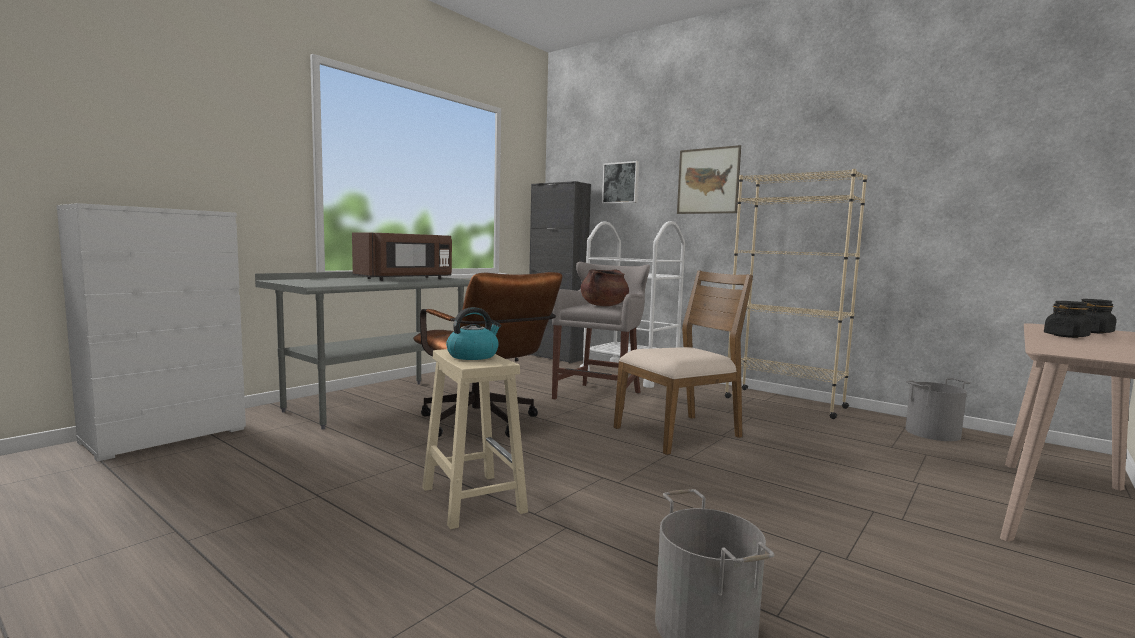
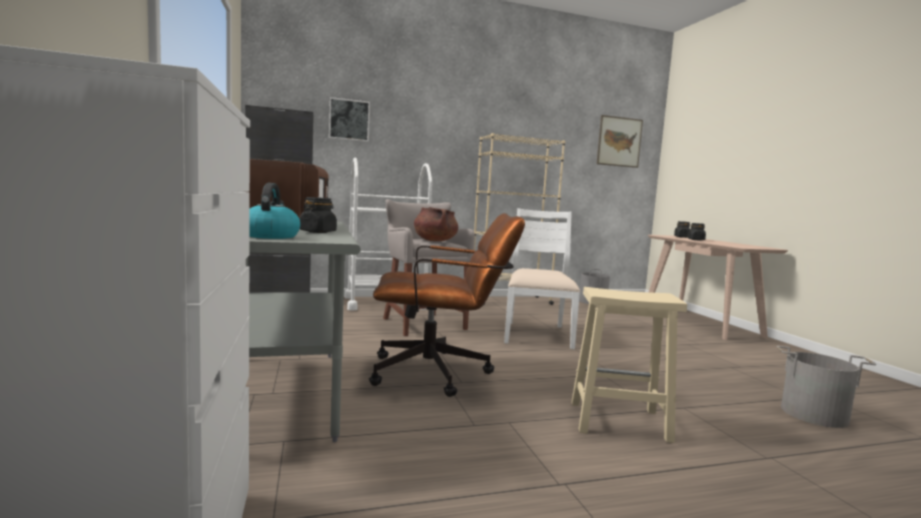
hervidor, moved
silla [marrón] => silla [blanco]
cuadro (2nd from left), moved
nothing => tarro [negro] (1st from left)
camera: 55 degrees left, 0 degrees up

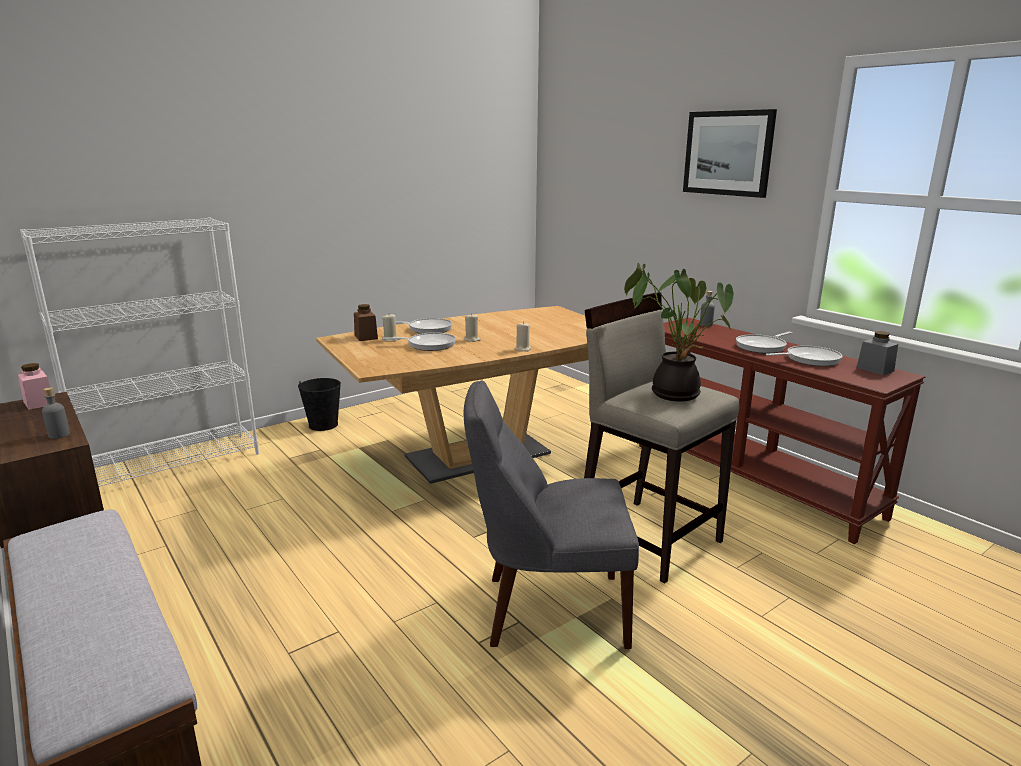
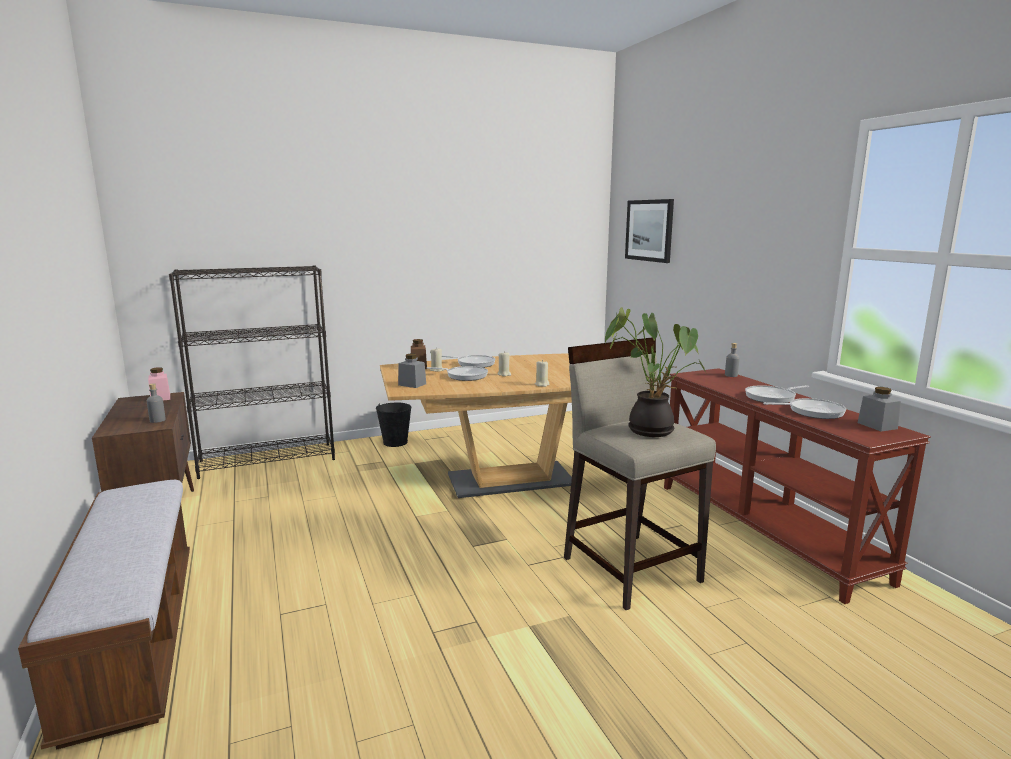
estantería [blanco] => estantería [negro]
silla [gris] => nothing
cuadro, moved
nothing => tarro [gris] (1st from left)
camera: 15 degrees right, 5 degrees down

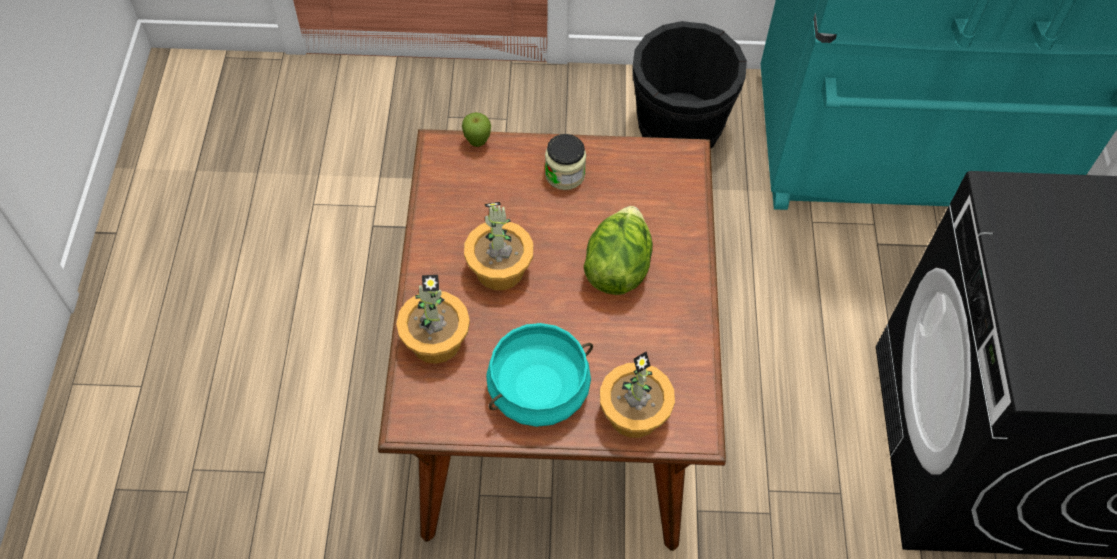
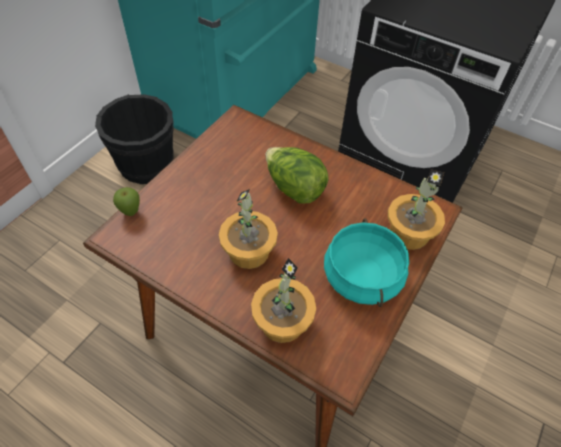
tarro => nothing
camera: 60 degrees left, 5 degrees down

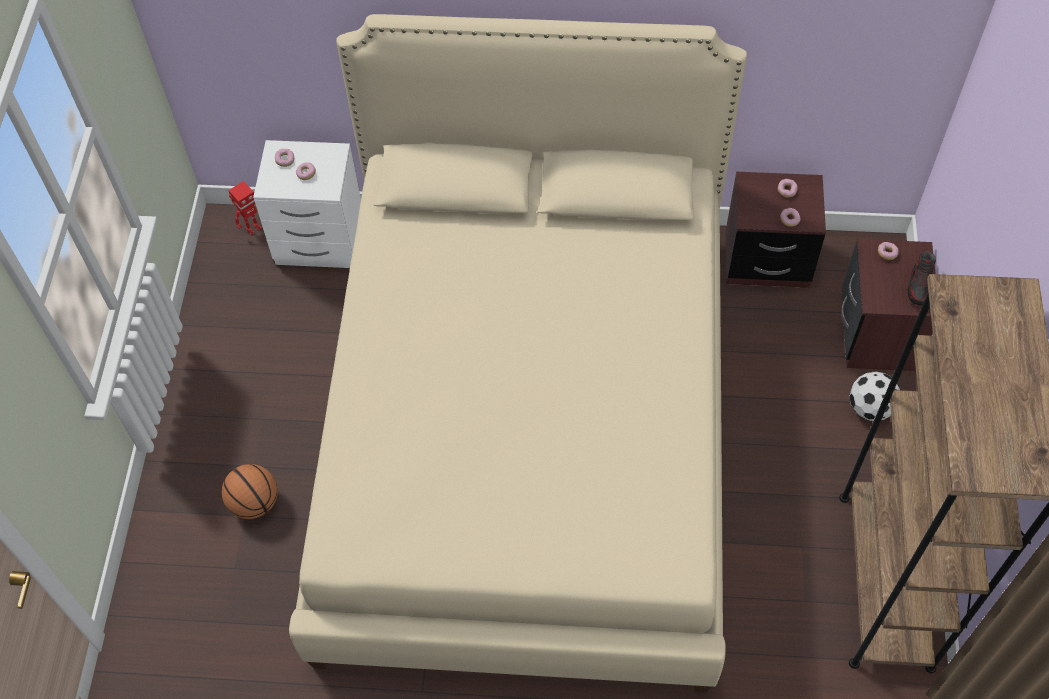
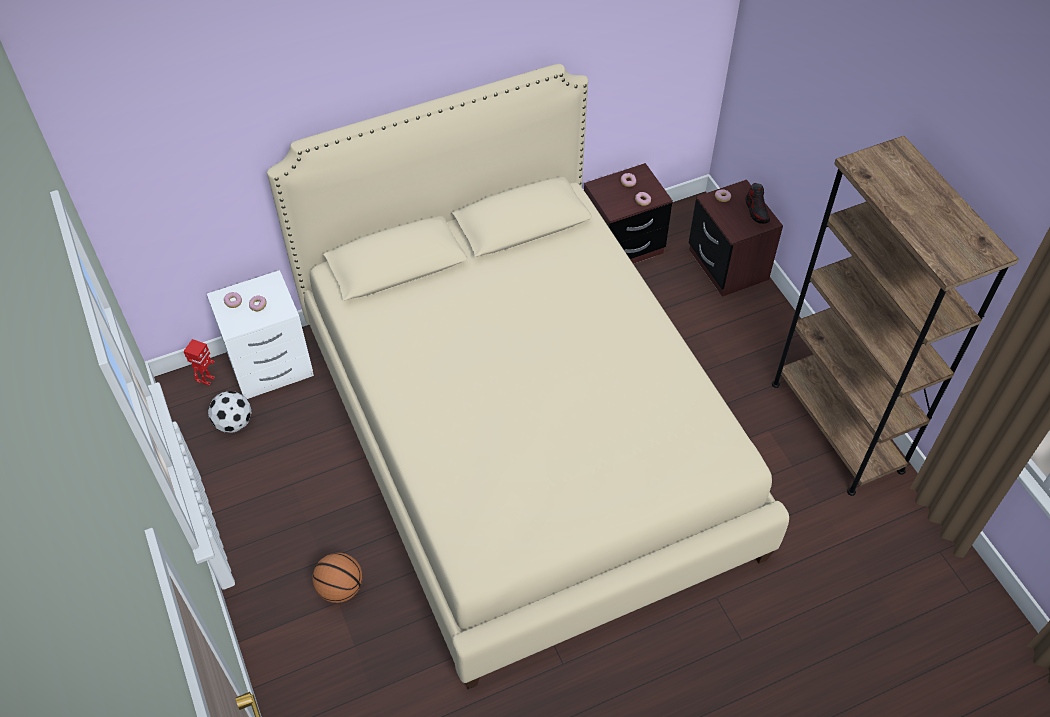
balón de fútbol, moved
camera: 30 degrees left, 5 degrees down

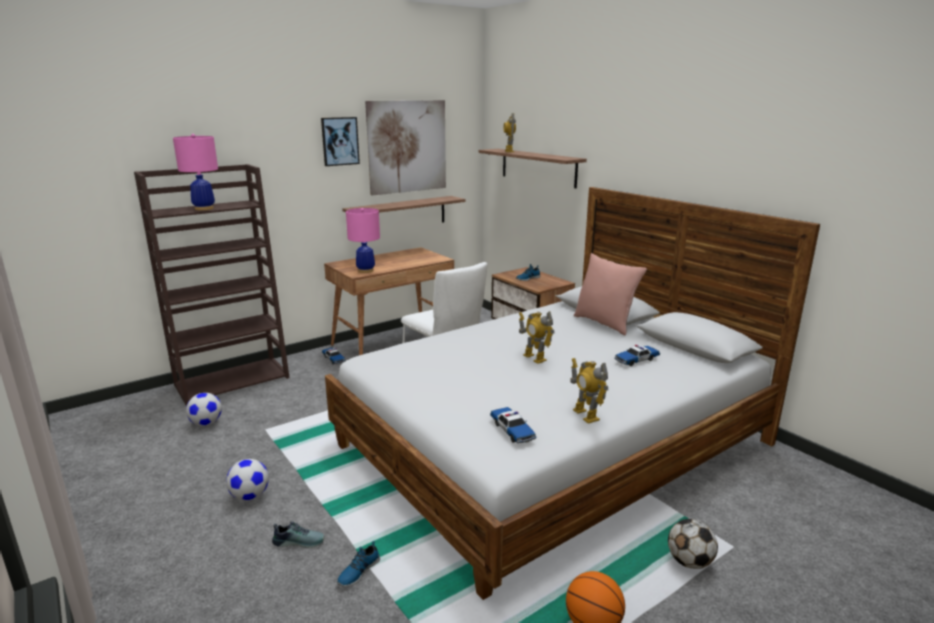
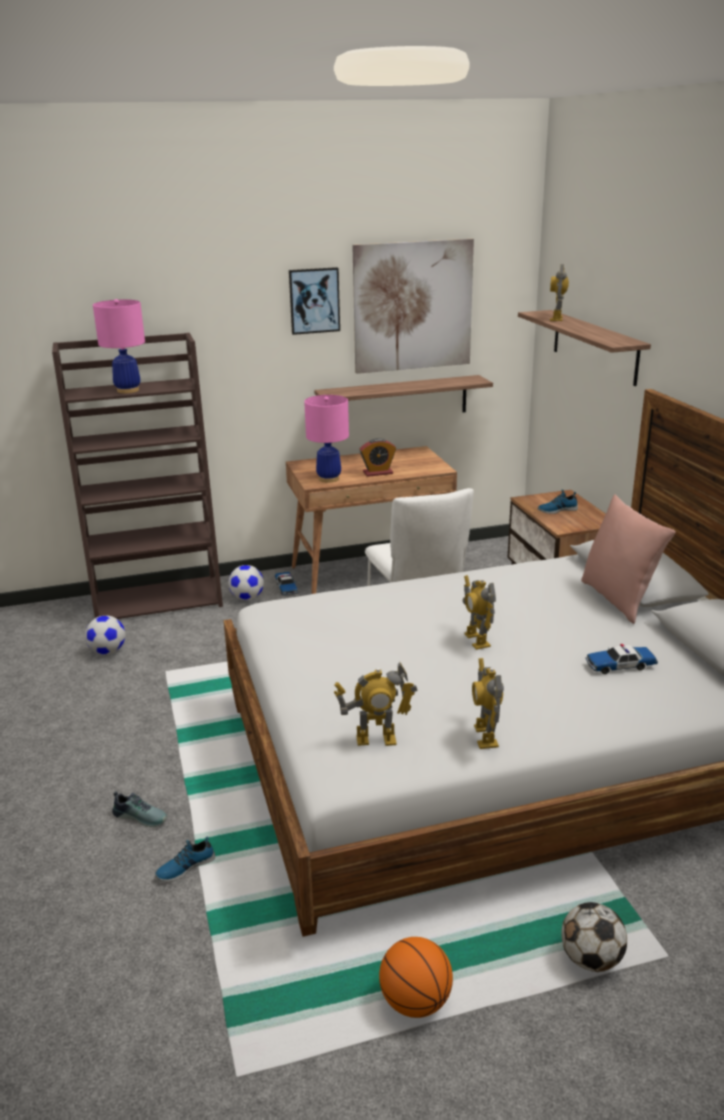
balón de fútbol (2nd from left), moved
coche de juguete (2nd from left) => robot de juguete (1st from left)
nothing => despertador
camera: 20 degrees right, 5 degrees up

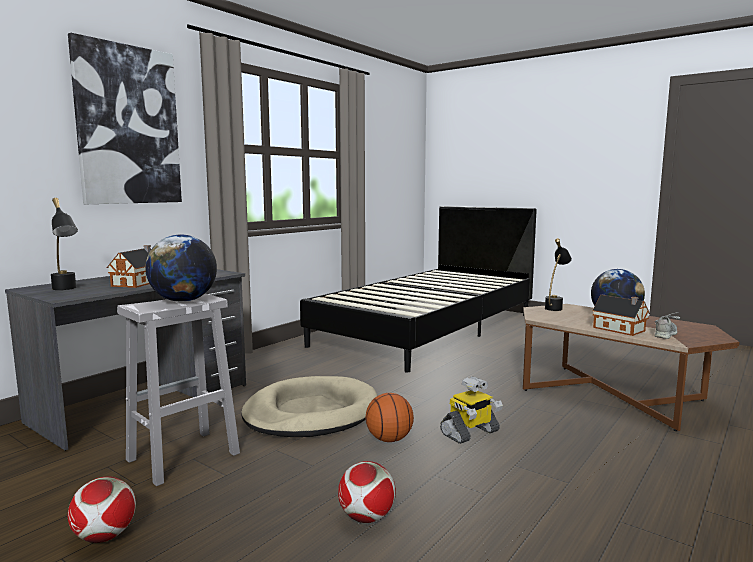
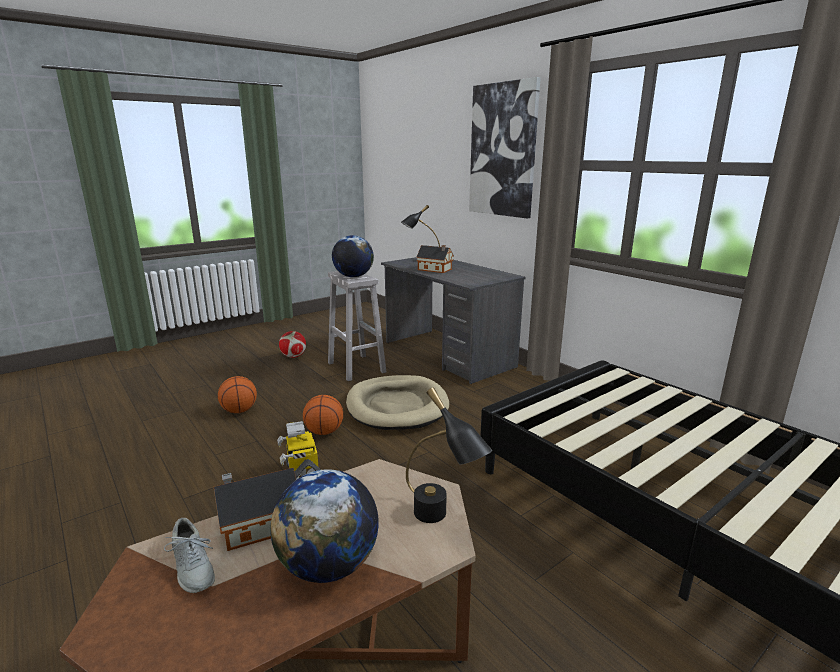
balón de fútbol (2nd from left) => balón de baloncesto (1st from left)
camera: 105 degrees right, 10 degrees up

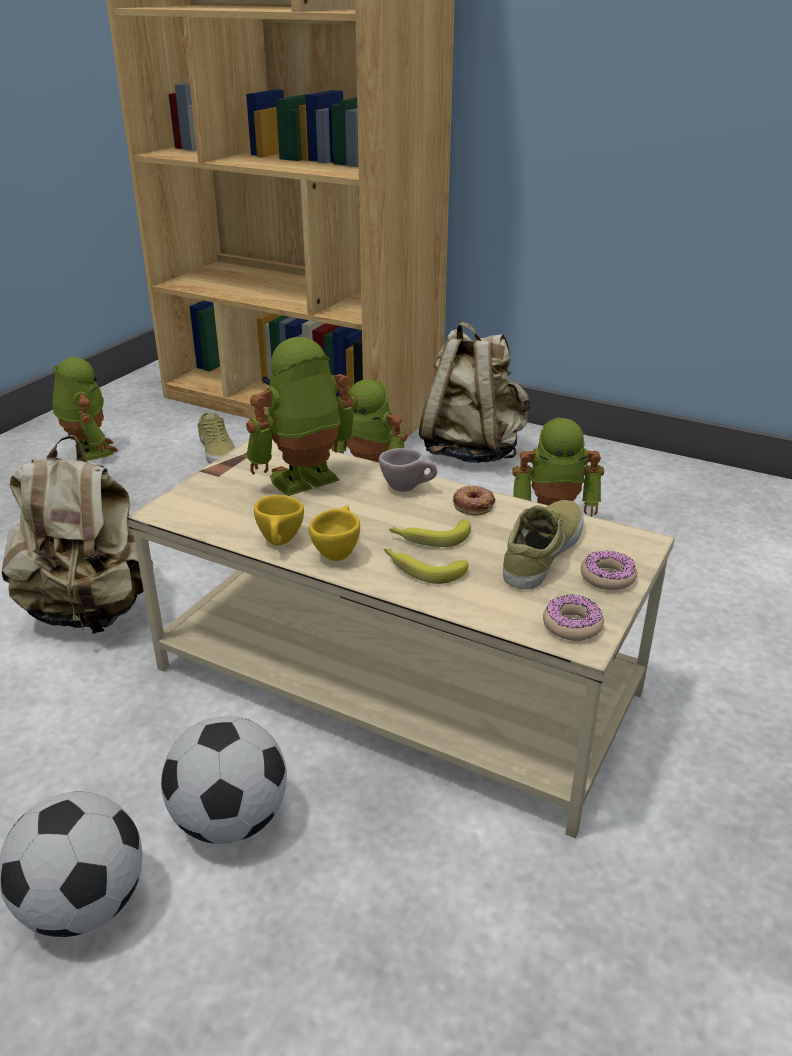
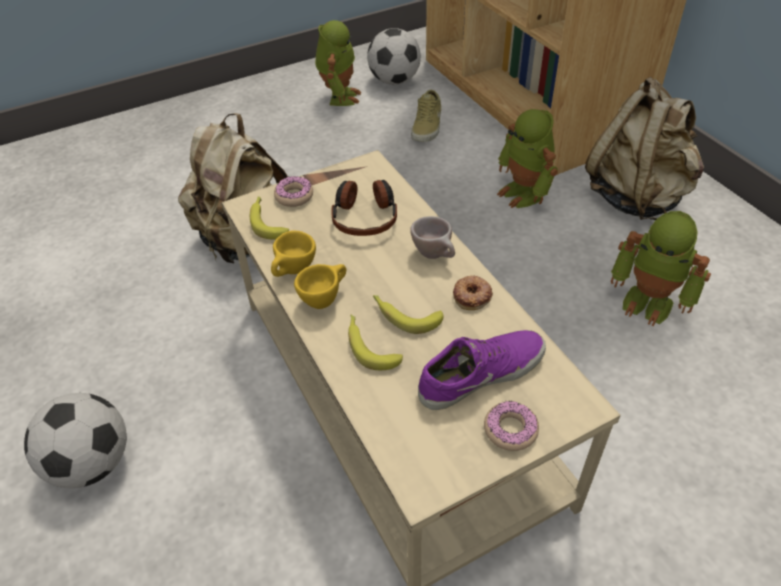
balón de fútbol (2nd from left), moved
robot de juguete (2nd from left) => auriculares
zapato [beis] (2nd from left) => zapato [morado]
rosquilla (2nd from left in the first image) => rosquilla (1st from left), moved
nothing => plátano (1st from left)
camera: 35 degrees right, 15 degrees up

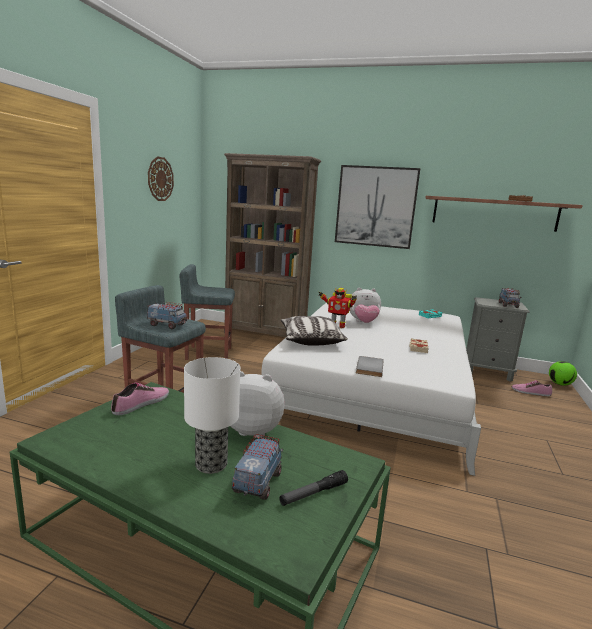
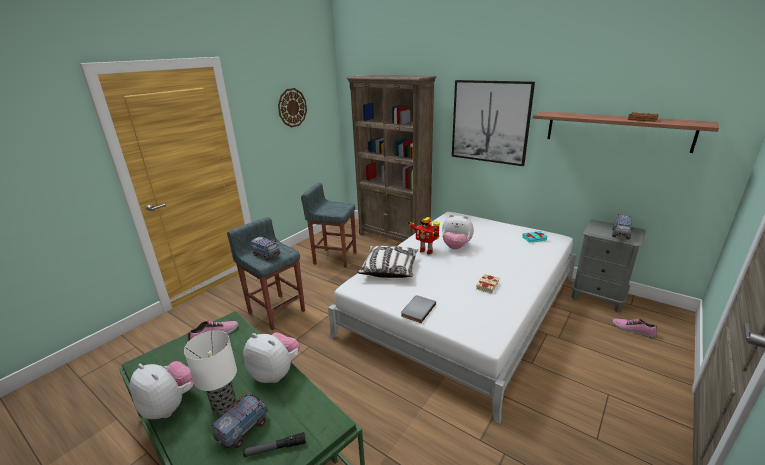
balón de fútbol => nothing
nothing => peluche (1st from left)
camera: 20 degrees right, 10 degrees up

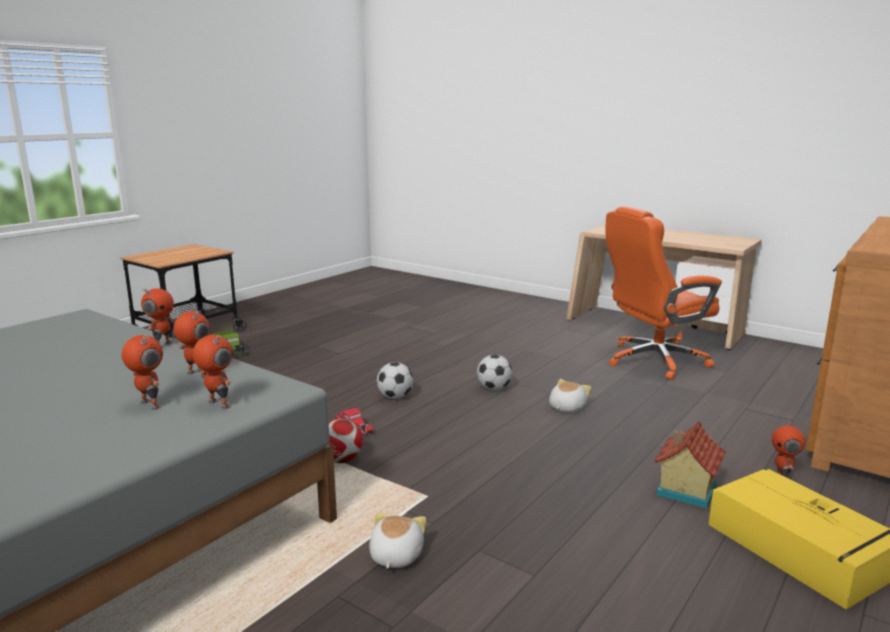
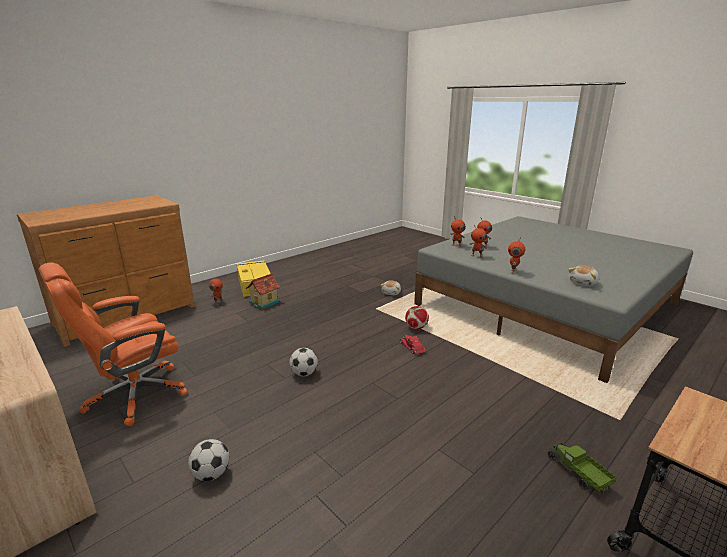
balón de fútbol (2nd from left in the first image) => balón de fútbol (1st from left), moved
peluche (2nd from left), moved
silla de oficina [naranja], 150 degrees clockwise
camera: 170 degrees left, 5 degrees up

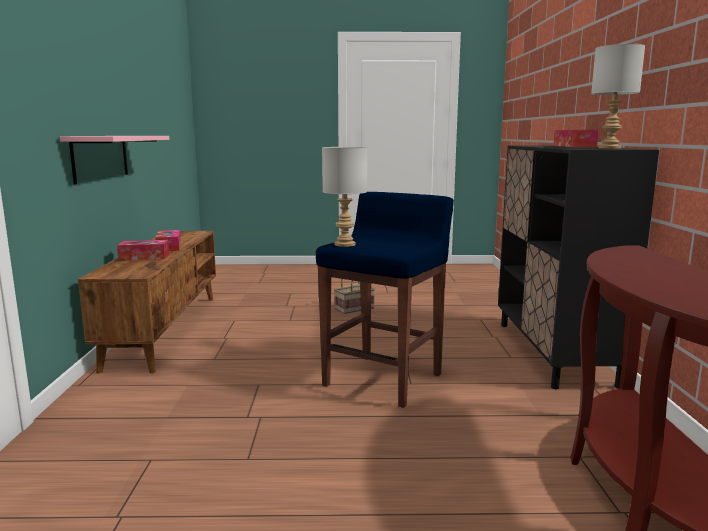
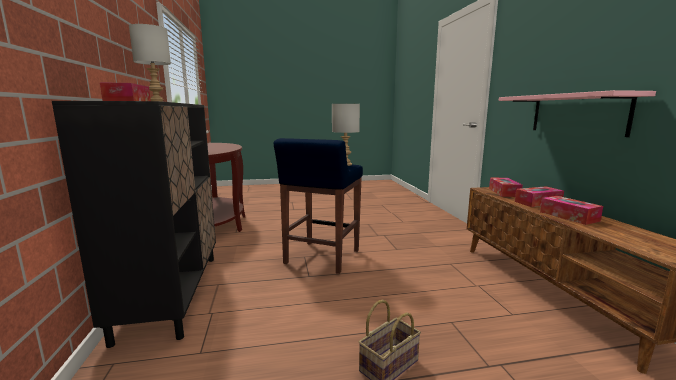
nothing => caja de pañuelos (2nd from left)
camera: 170 degrees right, 0 degrees up

